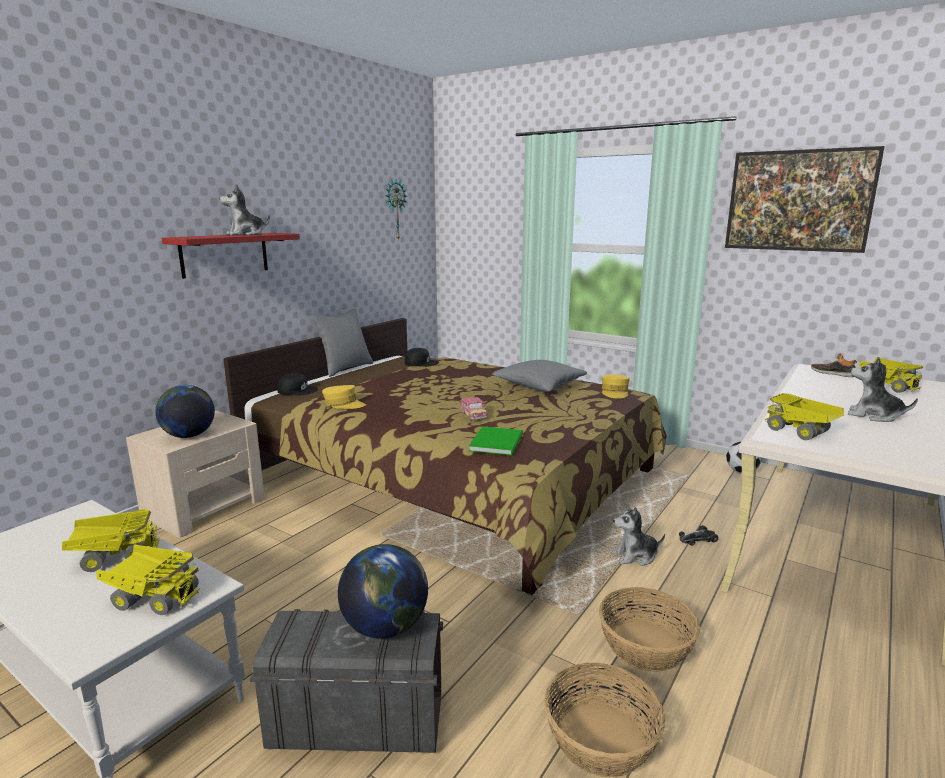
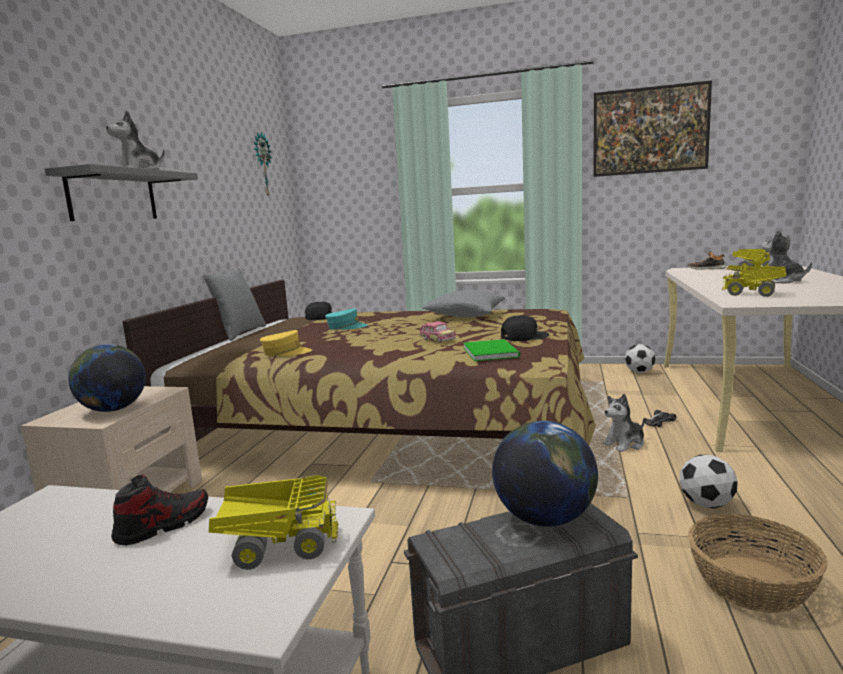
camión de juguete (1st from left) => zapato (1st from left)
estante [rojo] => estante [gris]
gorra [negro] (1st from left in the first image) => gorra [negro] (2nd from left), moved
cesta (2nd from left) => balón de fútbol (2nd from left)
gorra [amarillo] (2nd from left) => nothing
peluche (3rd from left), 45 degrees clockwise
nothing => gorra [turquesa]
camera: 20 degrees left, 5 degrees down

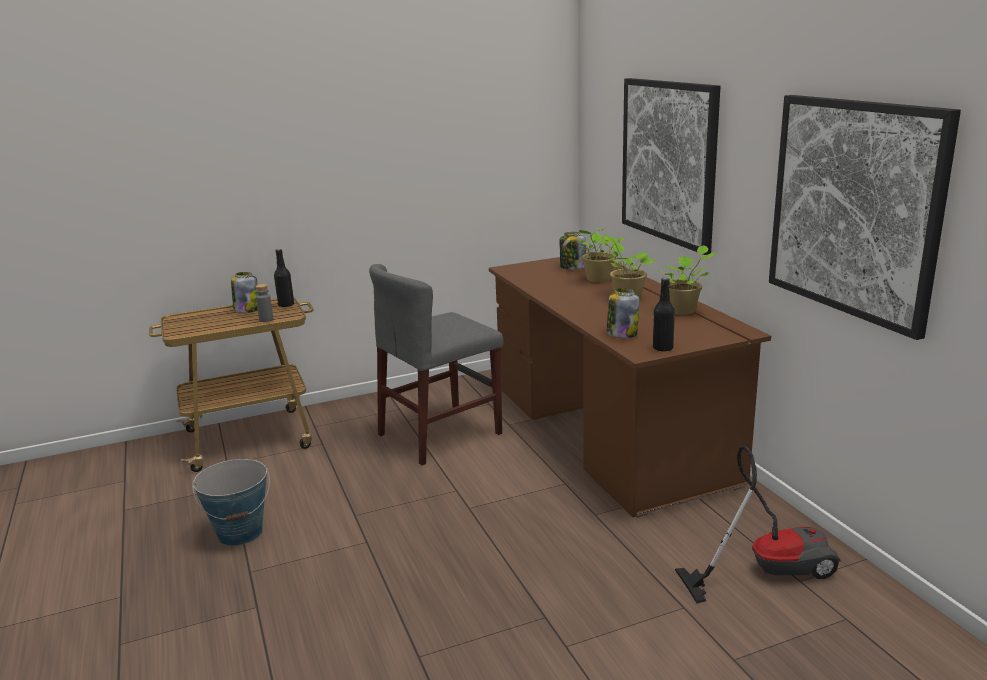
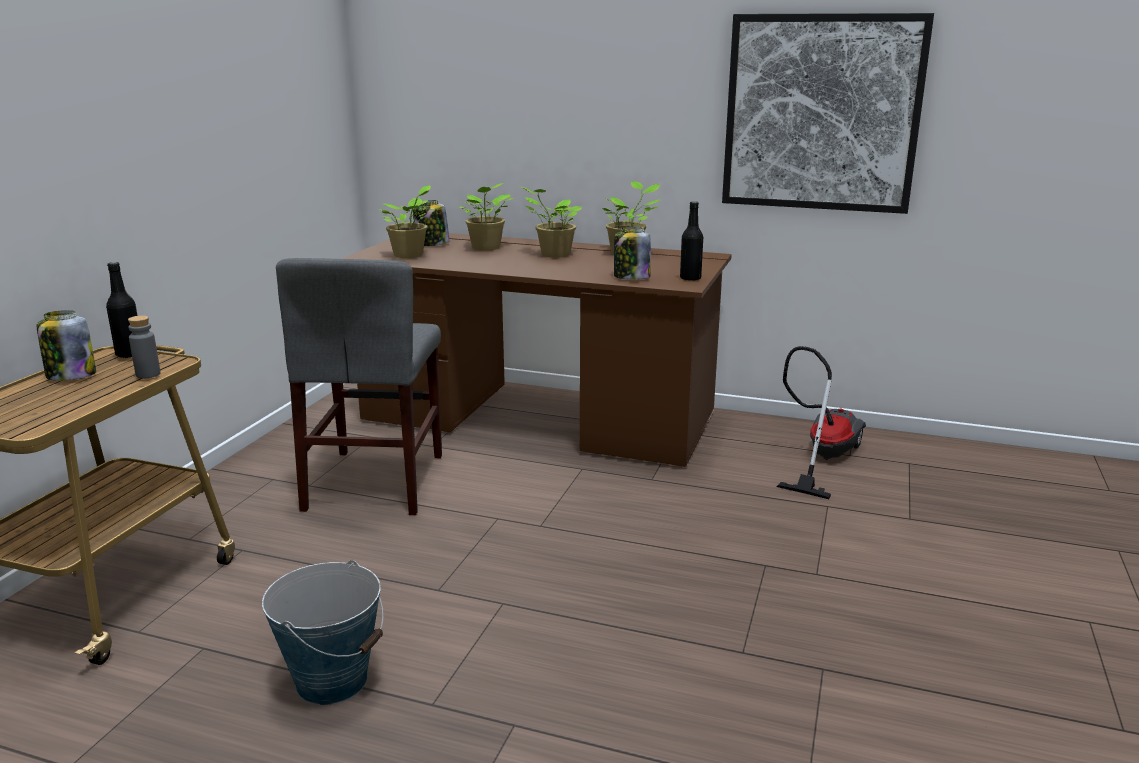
cuadro (1st from left) => nothing
nothing => planta en maceta (1st from left)
camera: 50 degrees left, 0 degrees up

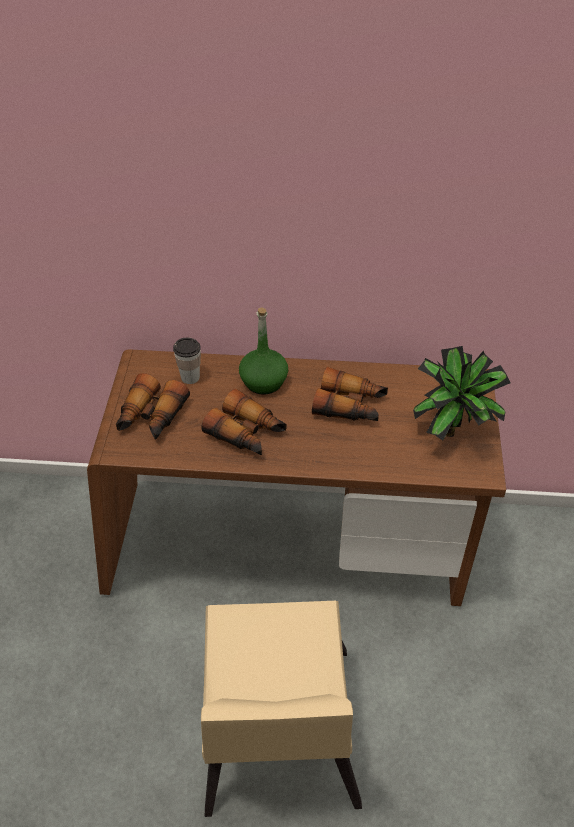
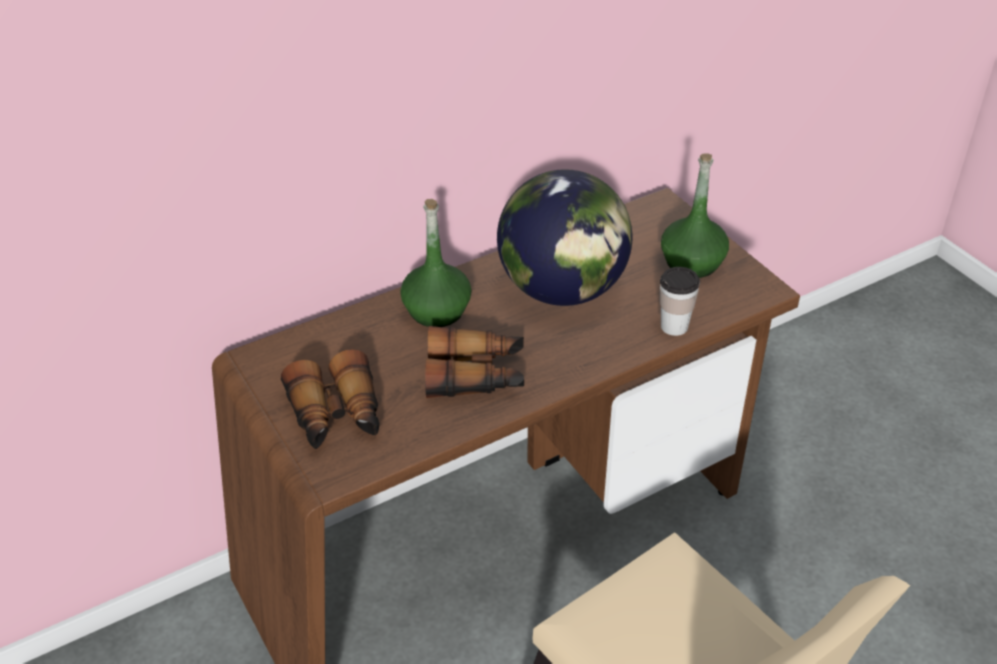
taza, moved
prismáticos (3rd from left) => globo terráqueo
planta en maceta => botella [verde] (2nd from left)
camera: 35 degrees left, 5 degrees down

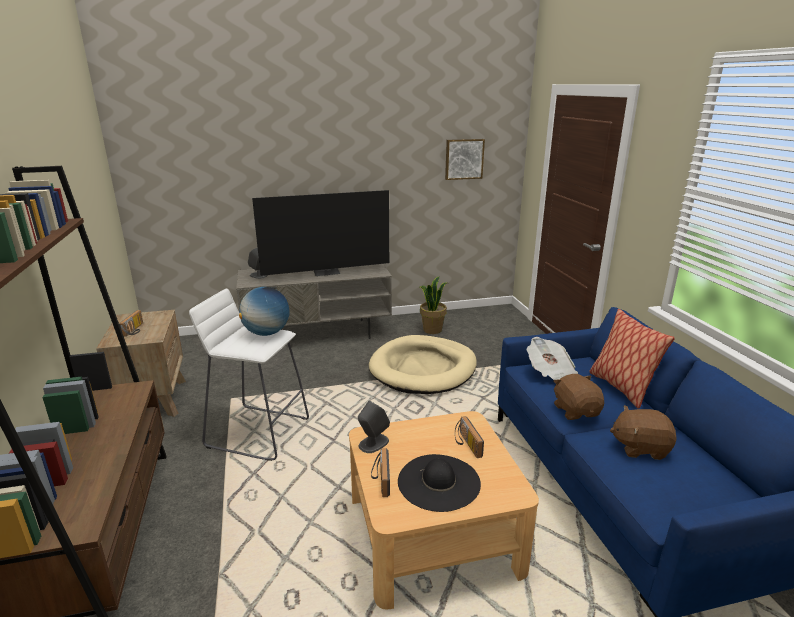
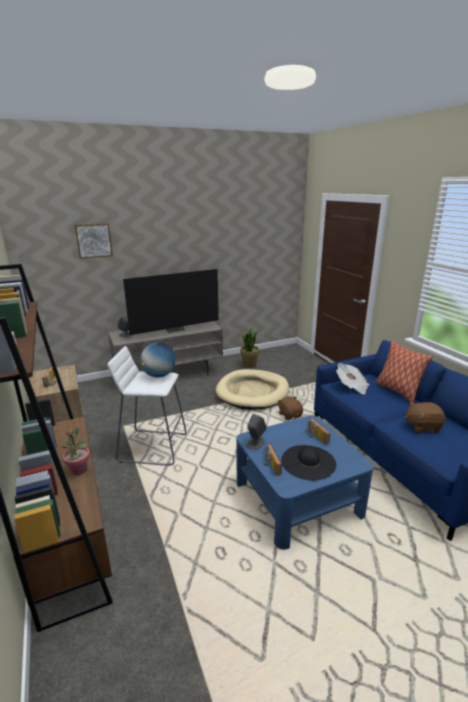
mesa de centro [beis] => mesa de centro [azul]
cuadro, moved
peluche [marrón] (1st from left), moved
nothing => planta en maceta (1st from left)
camera: 10 degrees left, 0 degrees up

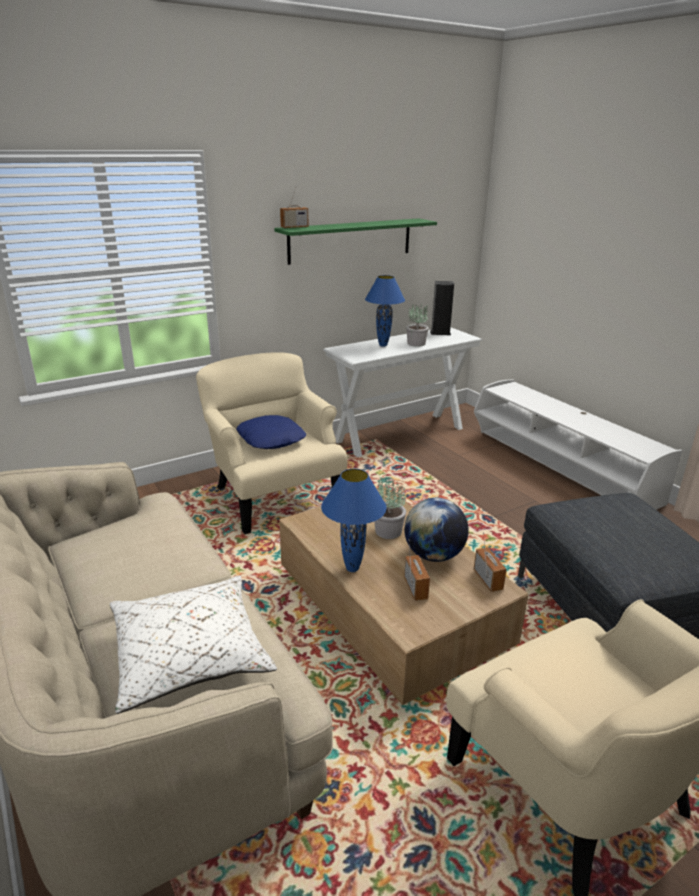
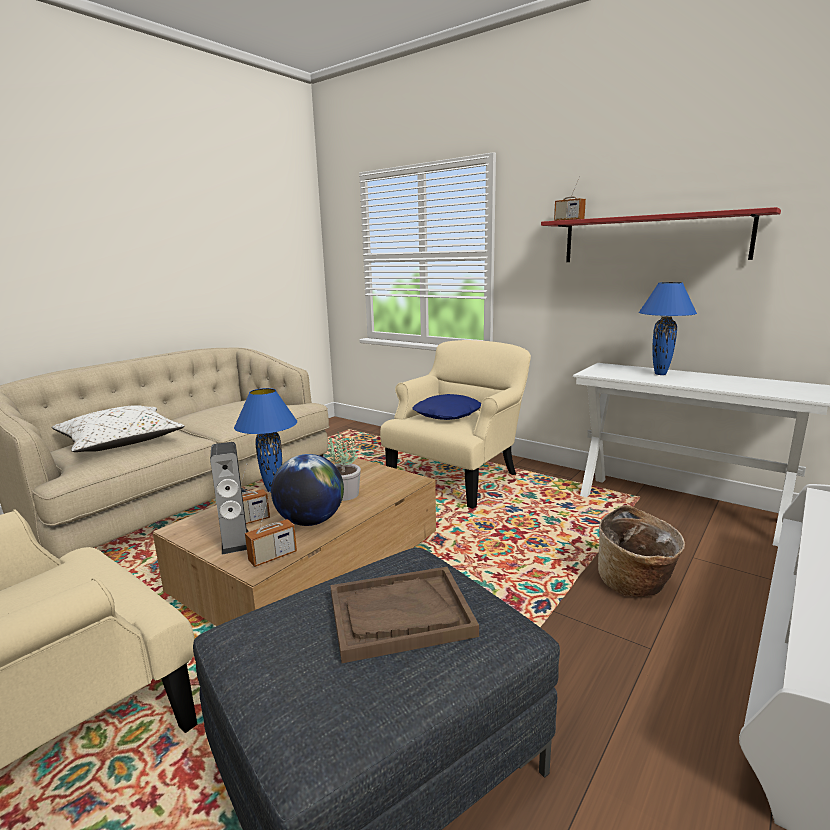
estante [verde] => estante [rojo]
planta en maceta (2nd from left) => nothing
altavoz, moved
nothing => bandeja [marrón]
nothing => cesta
camera: 70 degrees right, 10 degrees down

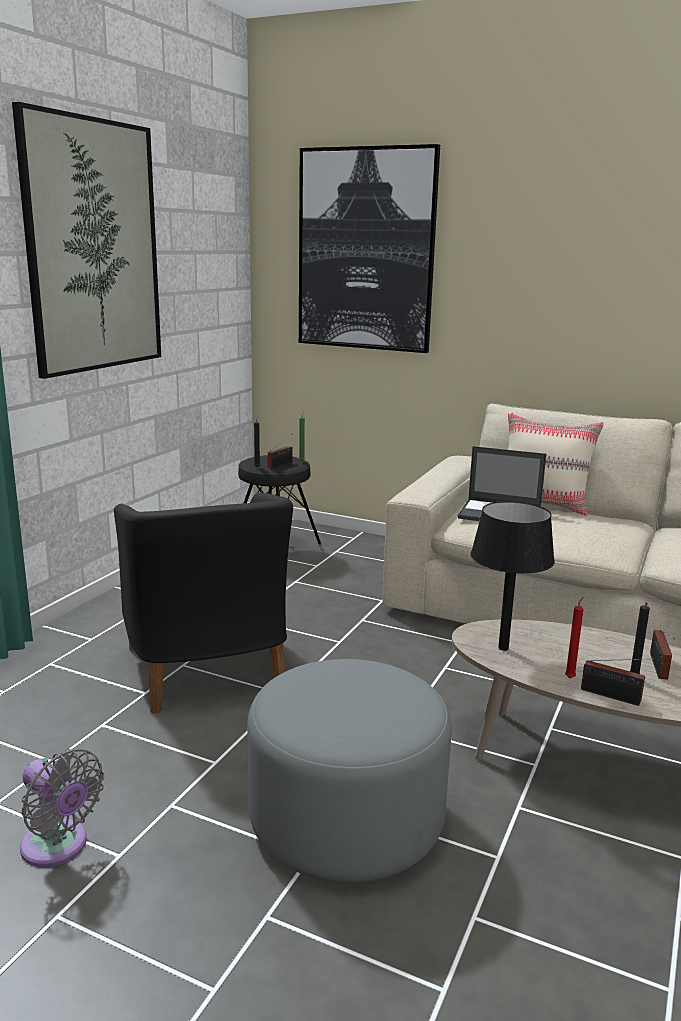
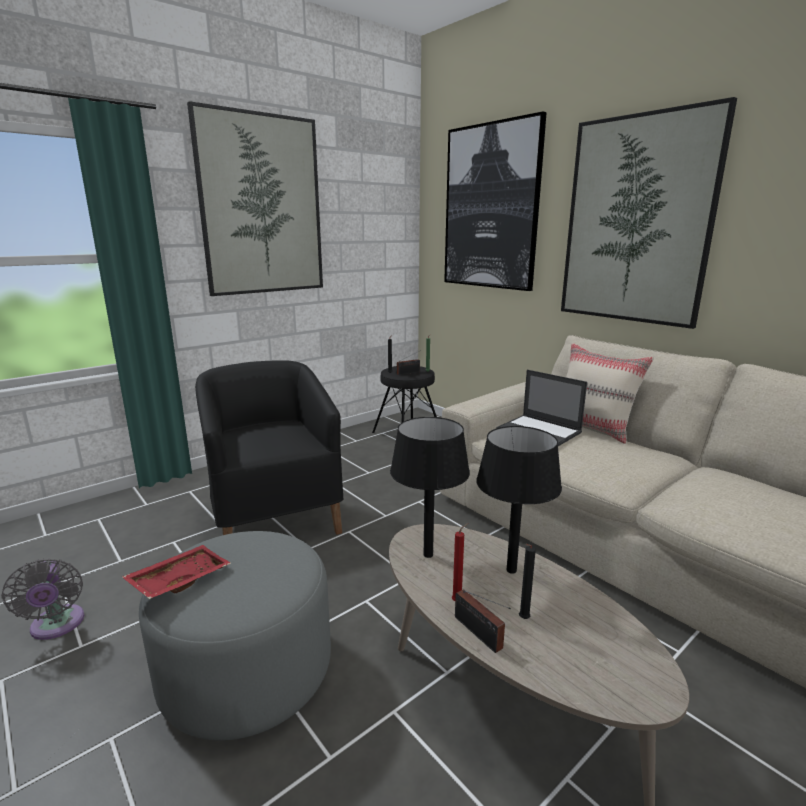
sillón [negro], 150 degrees clockwise
radio (3rd from left) => nothing
nothing => bandeja [rojo]
nothing => lámpara de mesa [negro] (2nd from left)
nothing => cuadro (3rd from left)
camera: 25 degrees right, 0 degrees up

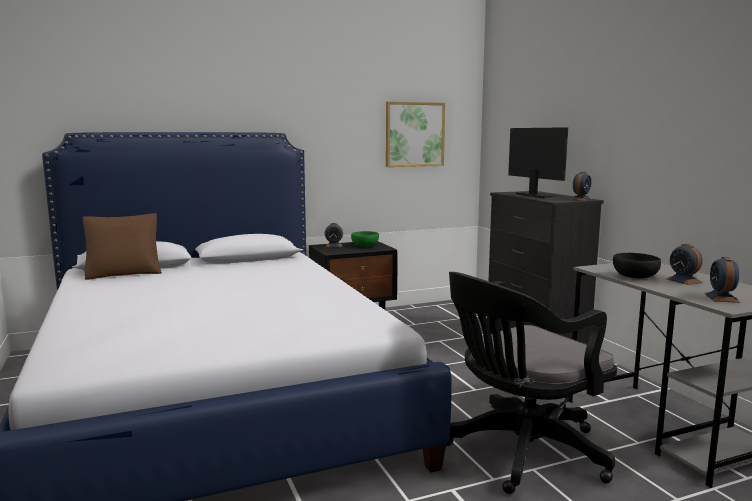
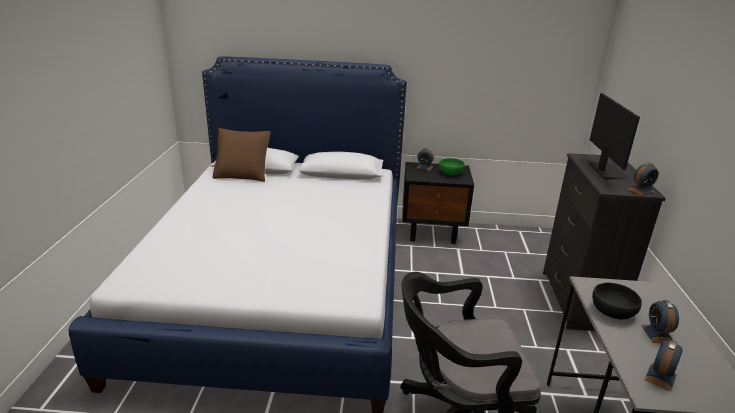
cuadro => nothing
camera: 25 degrees right, 15 degrees up

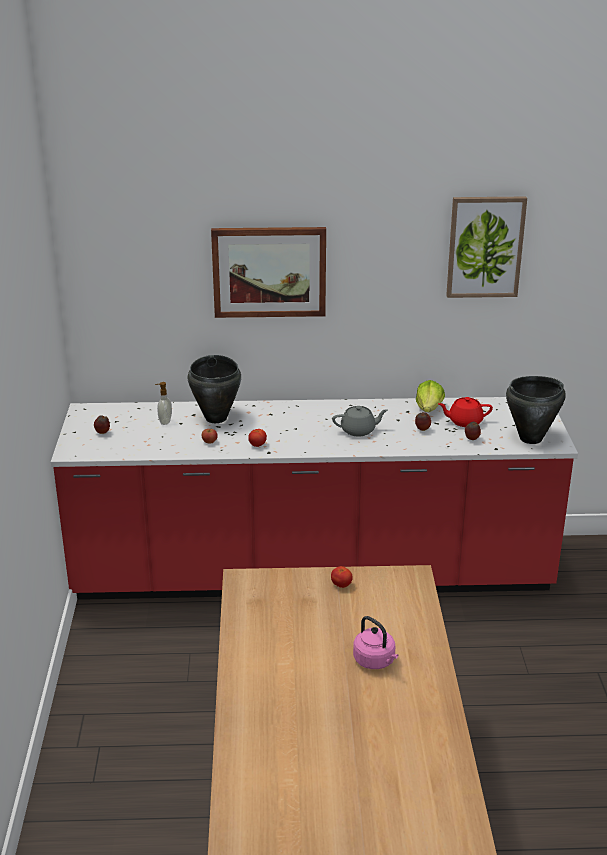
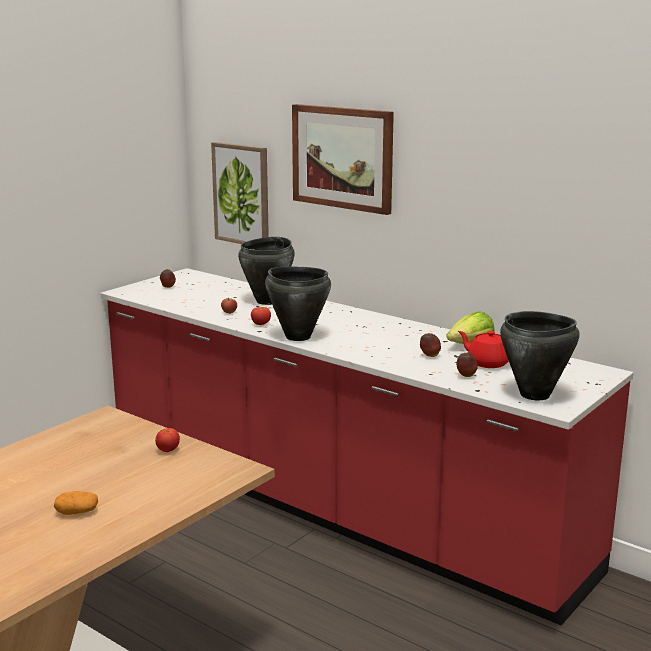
dispensador de jabón => nothing
tetera [gris] => nothing
hervidor [rosa] => patata
cuadro (2nd from left in the first image) => cuadro (1st from left), moved
nothing => olla [negro] (2nd from left)
camera: 40 degrees right, 10 degrees down

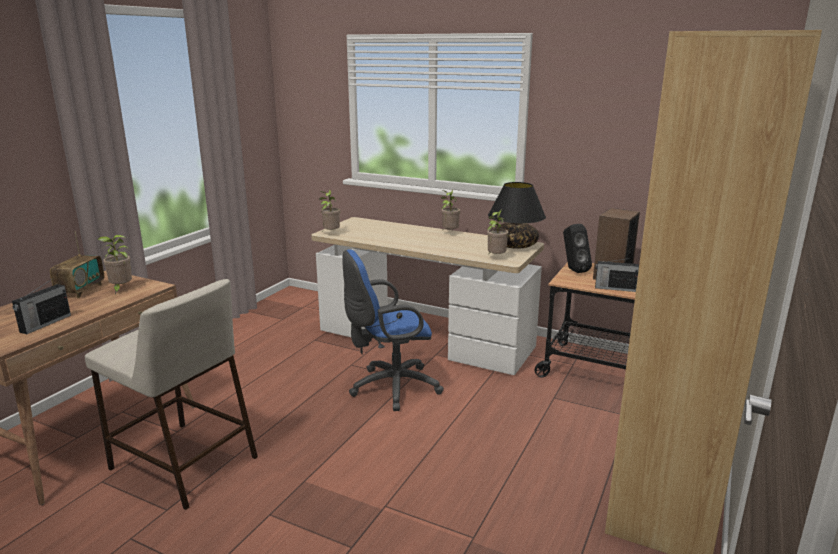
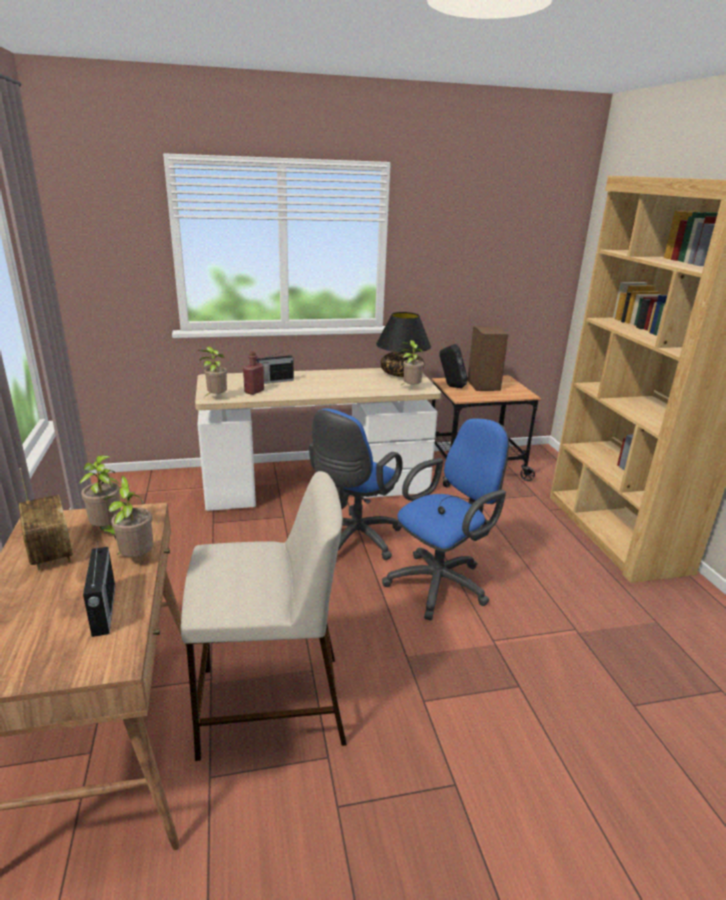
planta en maceta (3rd from left in the first image) => planta en maceta (2nd from left), moved
radio (3rd from left), moved
nothing => botella [rojo]
nothing => silla de oficina [azul] (2nd from left)
camera: 40 degrees left, 5 degrees up

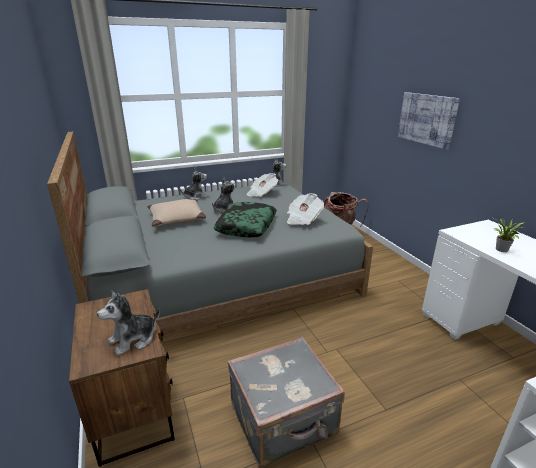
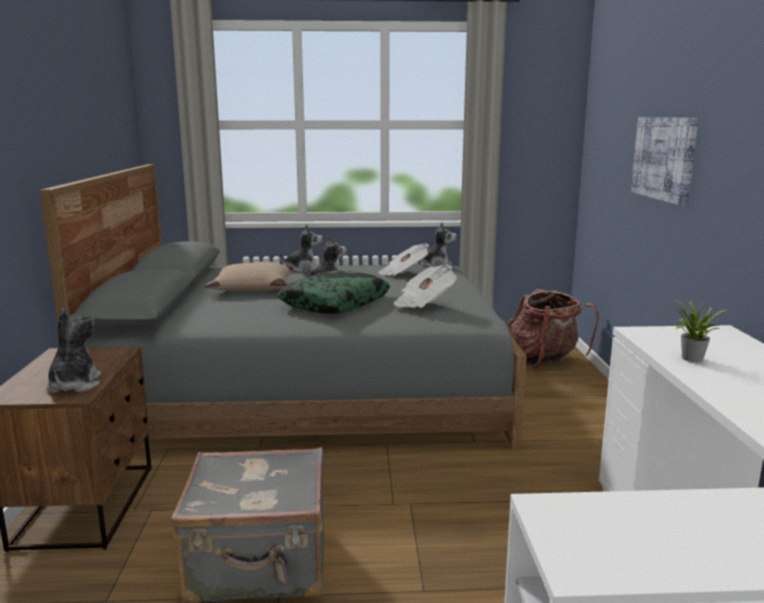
peluche (1st from left), 105 degrees clockwise
camera: 20 degrees right, 10 degrees down

